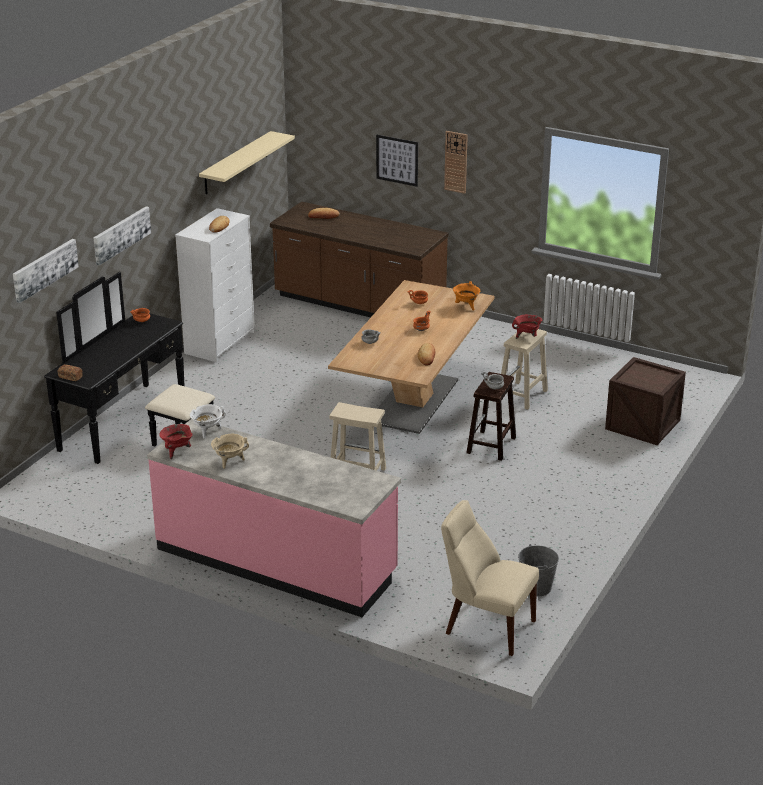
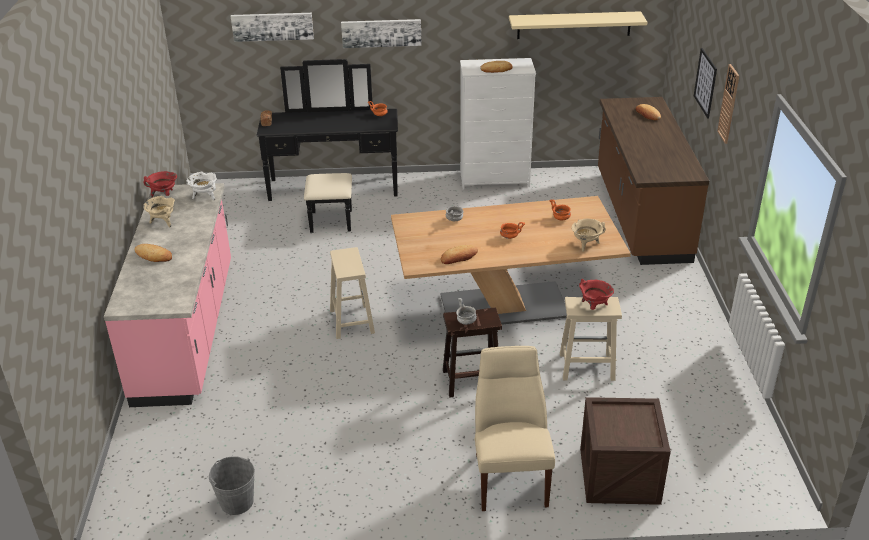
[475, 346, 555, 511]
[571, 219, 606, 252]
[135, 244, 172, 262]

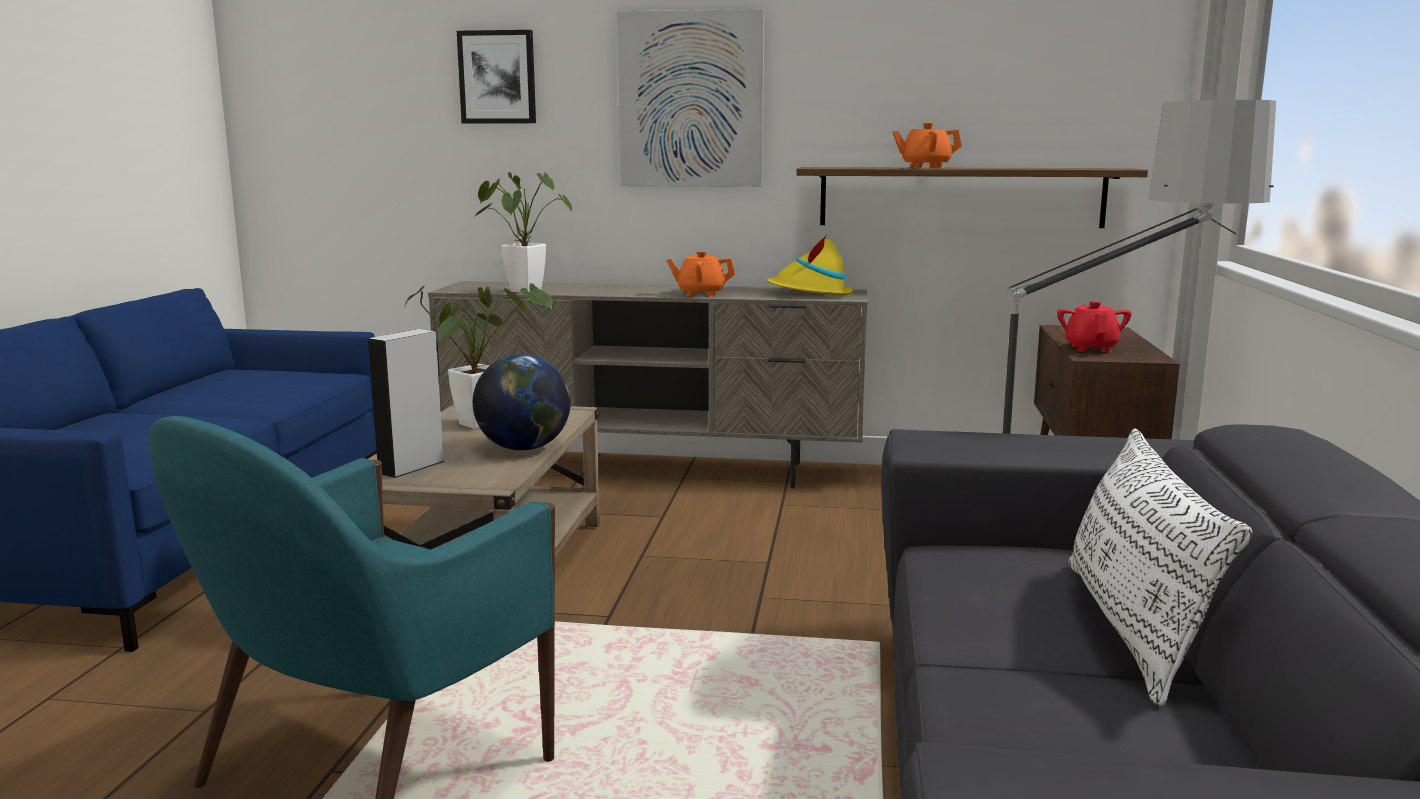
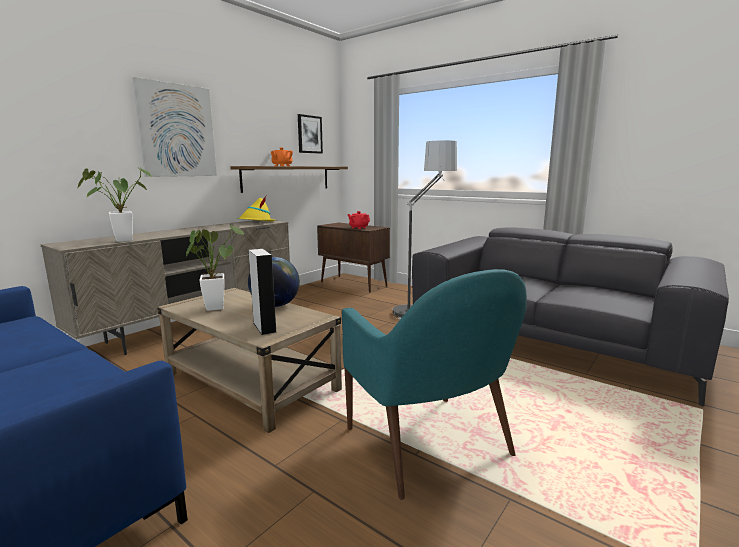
[298, 114, 323, 154]
[666, 251, 736, 297] (first image)
[1068, 428, 1252, 706] (first image)

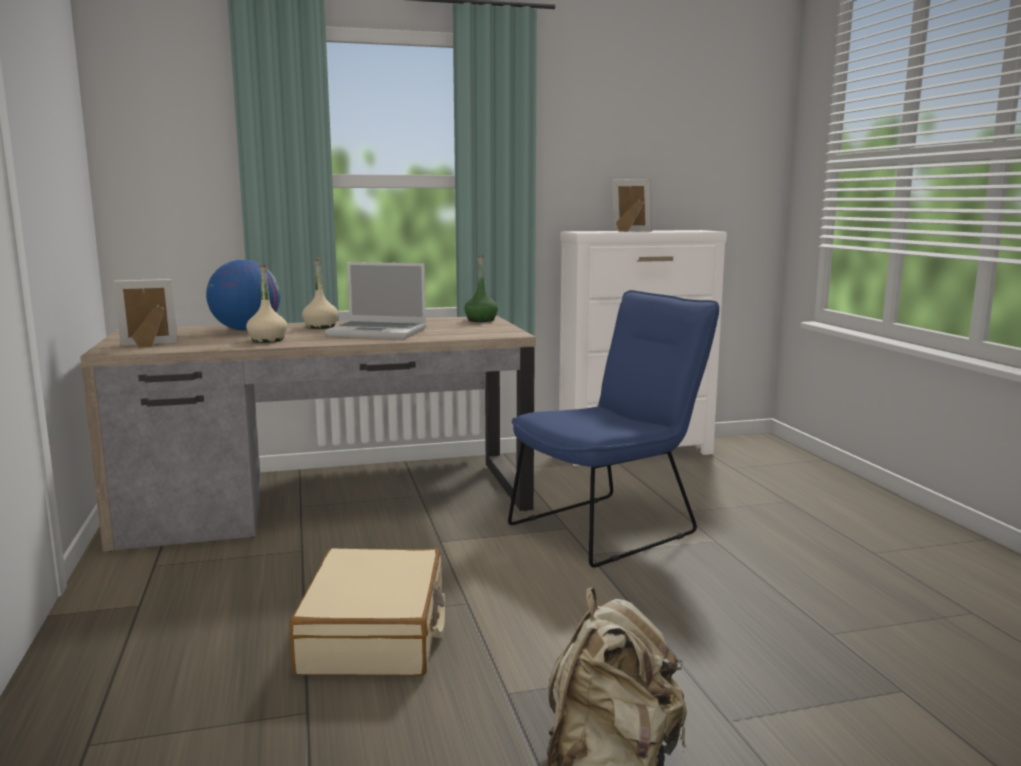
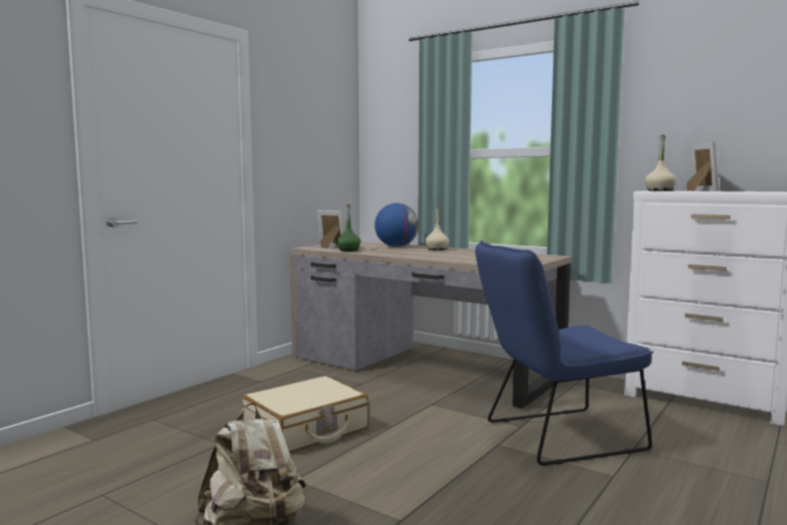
[645, 135, 676, 191]
[325, 262, 426, 339] (first image)
[337, 204, 361, 251]
[475, 241, 653, 465]

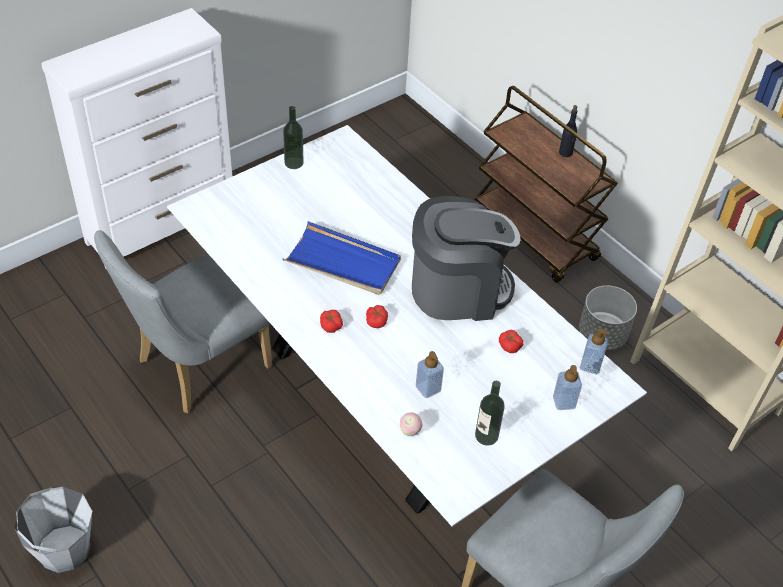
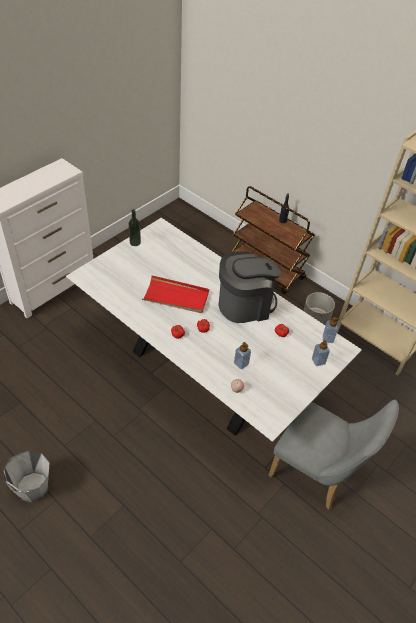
[94, 230, 273, 413] (first image)
[142, 275, 209, 313]
[475, 381, 505, 446] (first image)

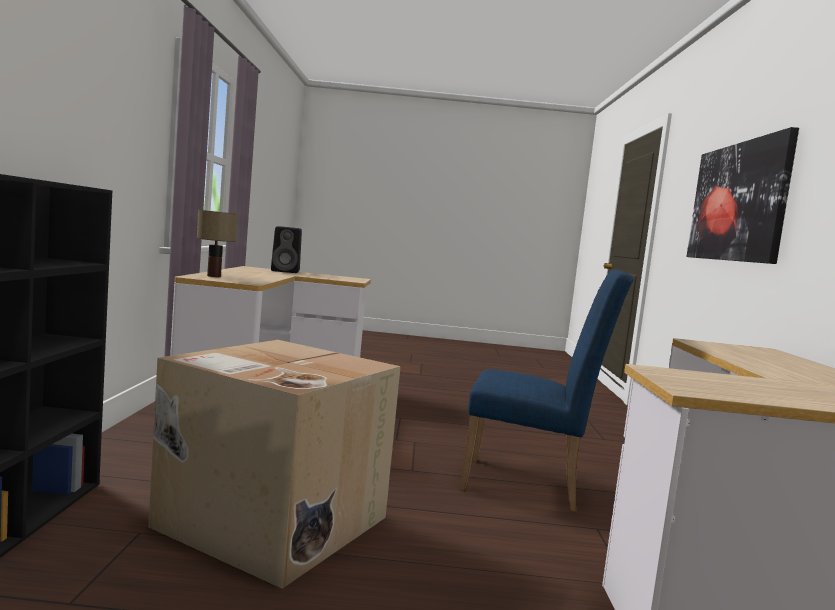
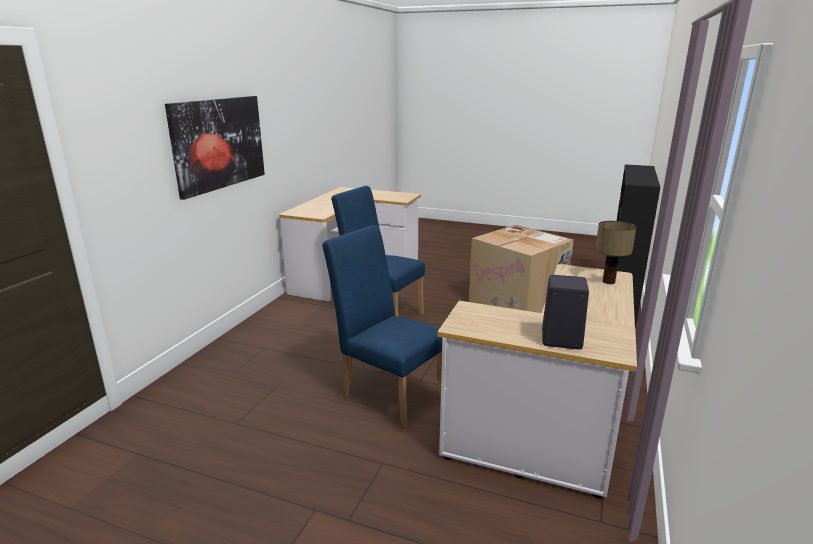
[322, 225, 442, 428]

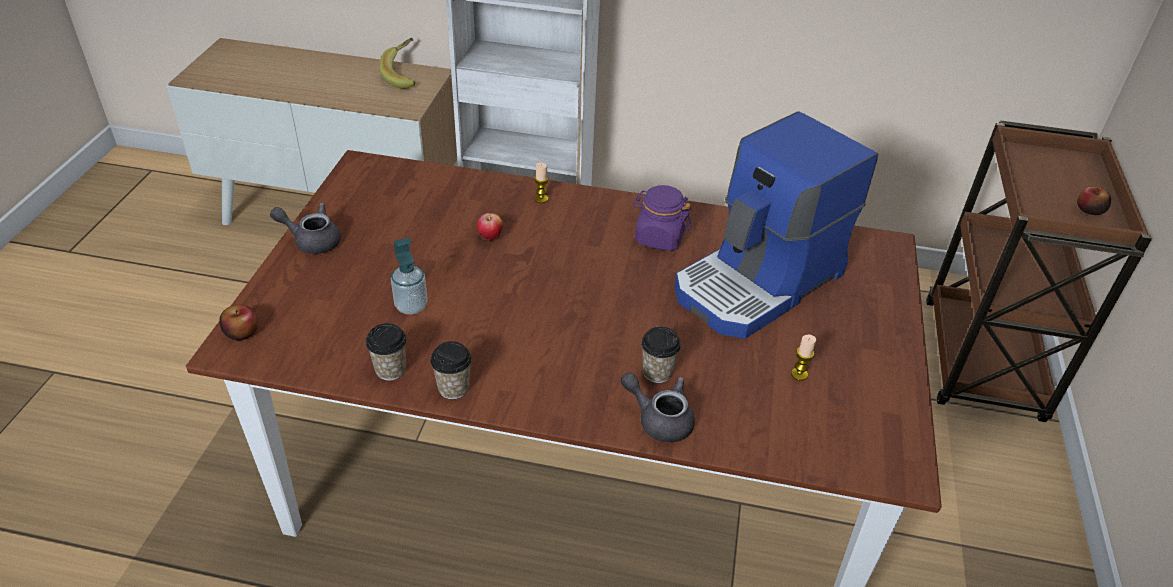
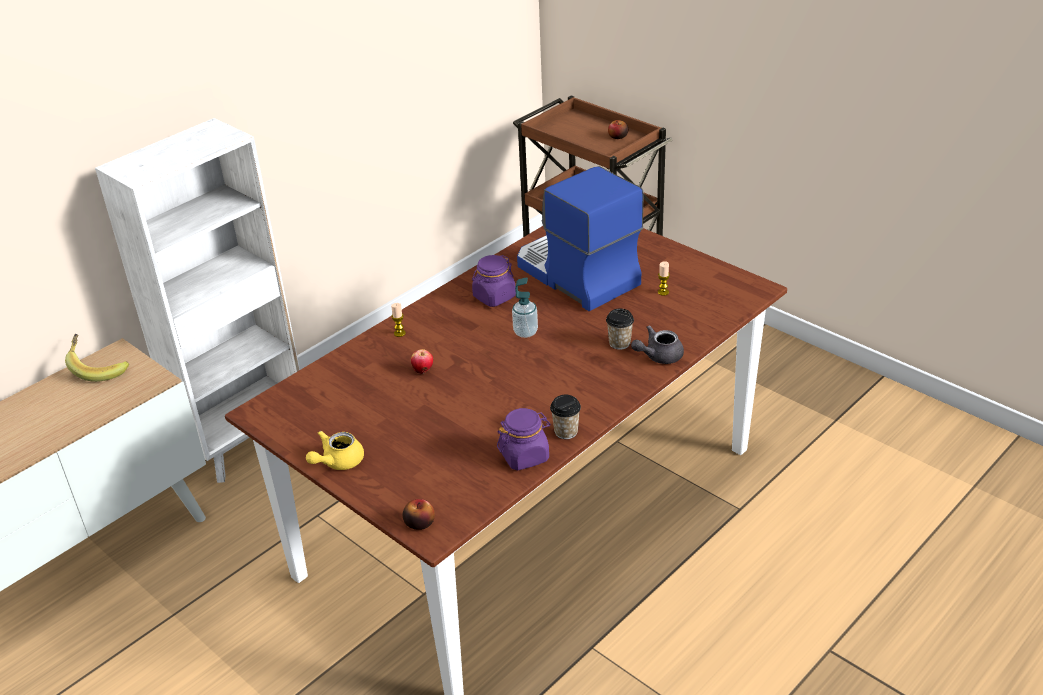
[306, 431, 364, 470]
[497, 408, 551, 470]
[512, 277, 538, 338]
[517, 166, 644, 311]

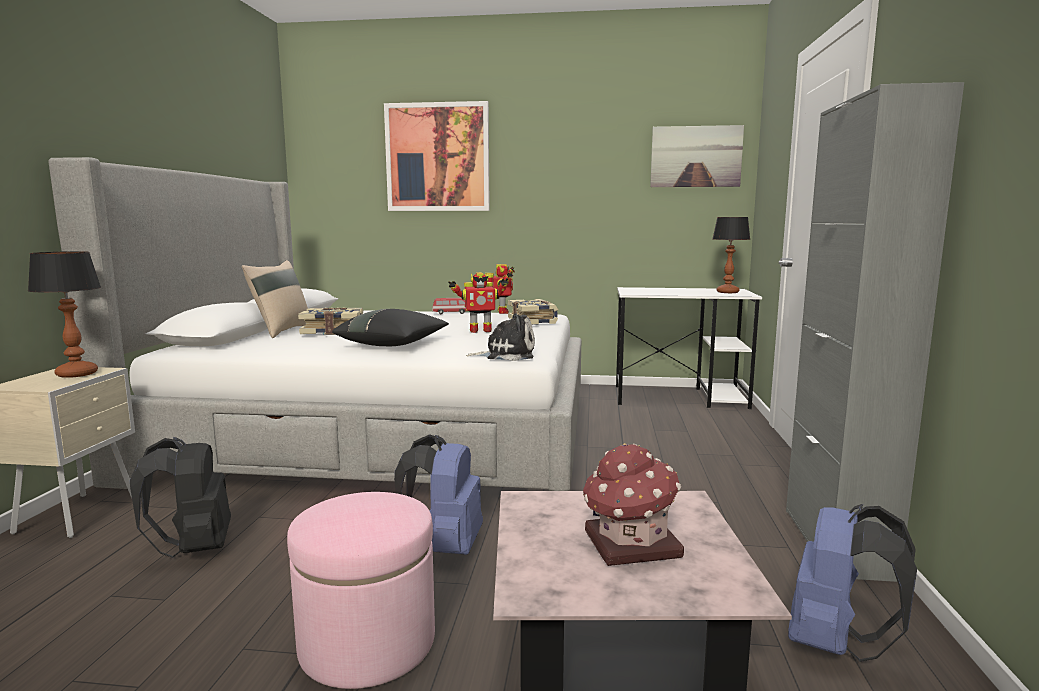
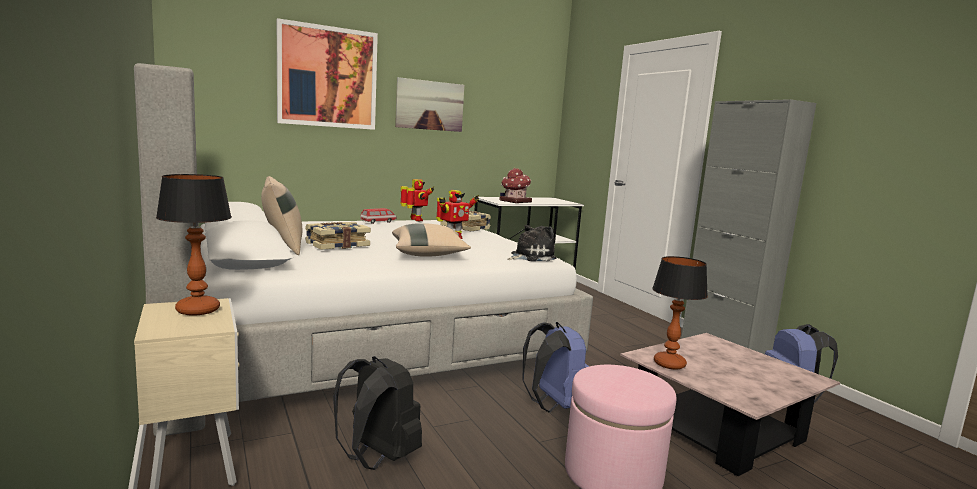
[392, 223, 471, 257]
[499, 168, 532, 203]
[395, 77, 464, 132]
[652, 256, 708, 370]

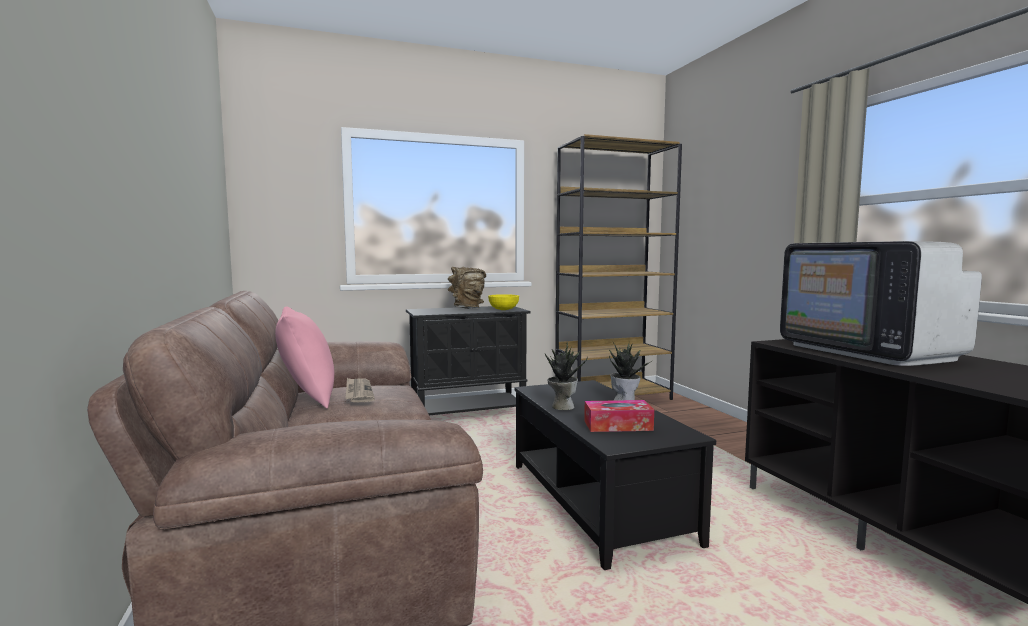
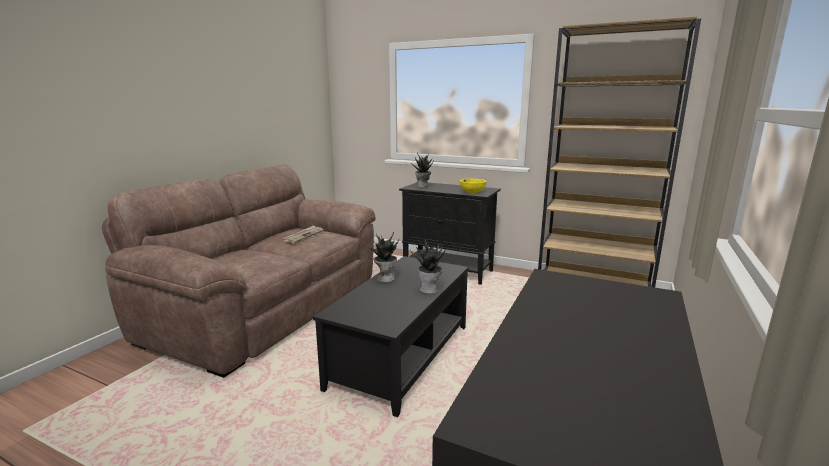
[275, 306, 334, 408] (first image)
[447, 267, 486, 309] (first image)
[584, 400, 654, 432] (first image)
[780, 241, 982, 366] (first image)
[412, 153, 434, 188]

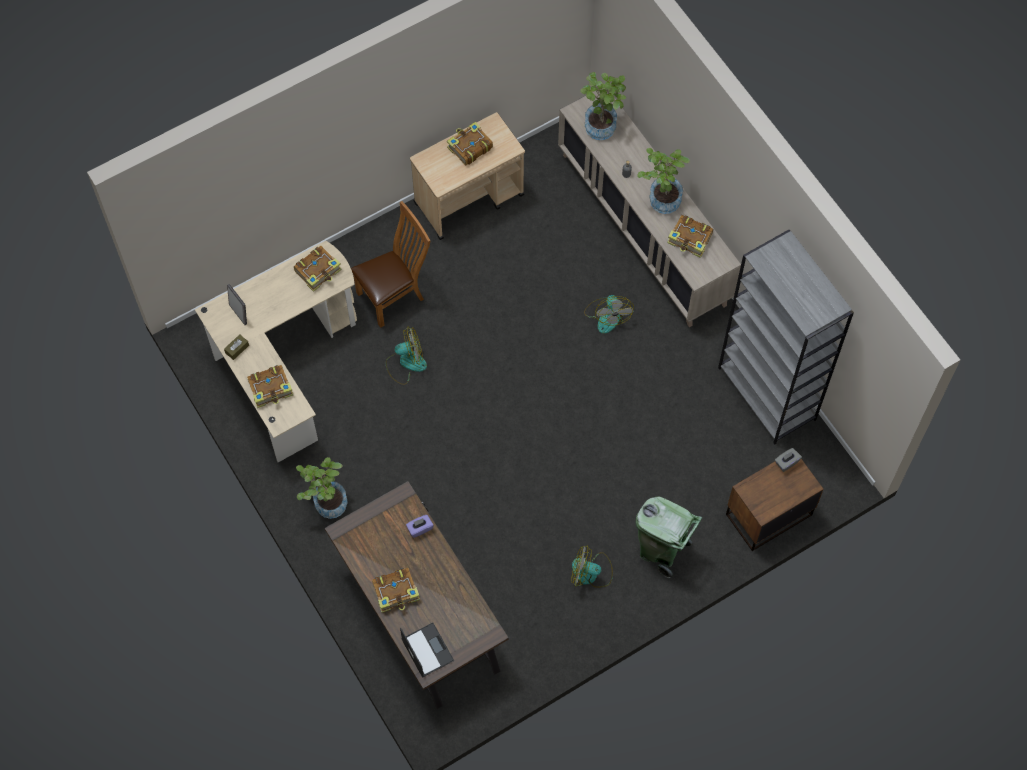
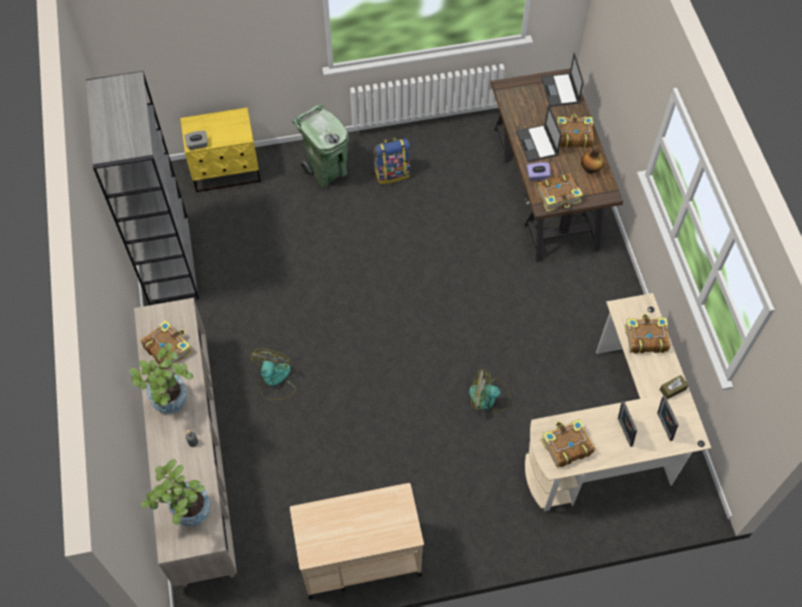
[296, 457, 348, 519] (first image)
[351, 201, 431, 328] (first image)
[537, 173, 583, 212]
[374, 138, 410, 184]
[180, 108, 261, 192]
[516, 104, 562, 162]
[581, 146, 604, 174]
[618, 401, 637, 447]

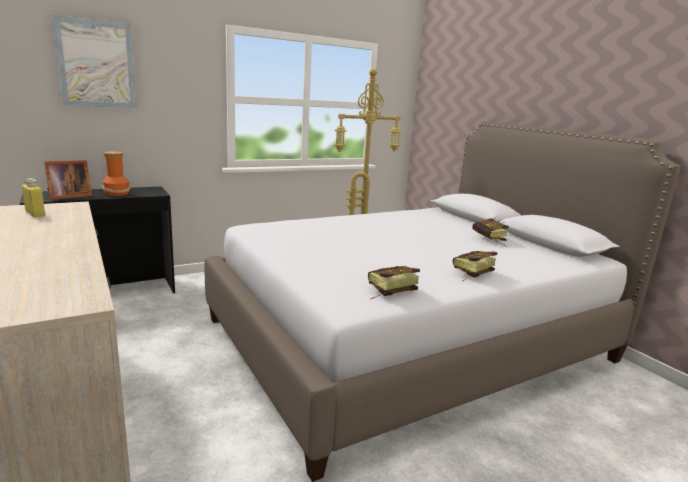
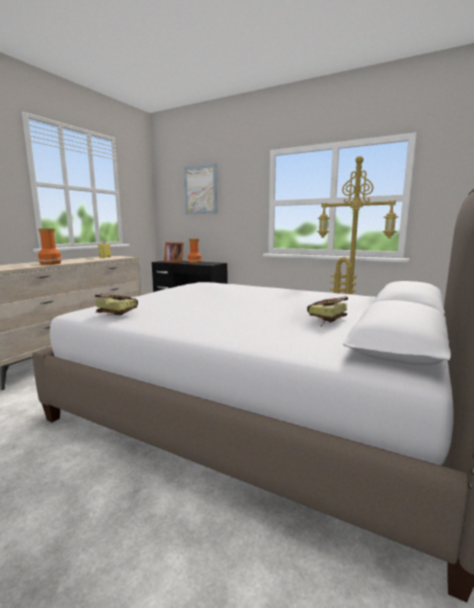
[453, 251, 497, 282] (first image)
[38, 229, 62, 265]

